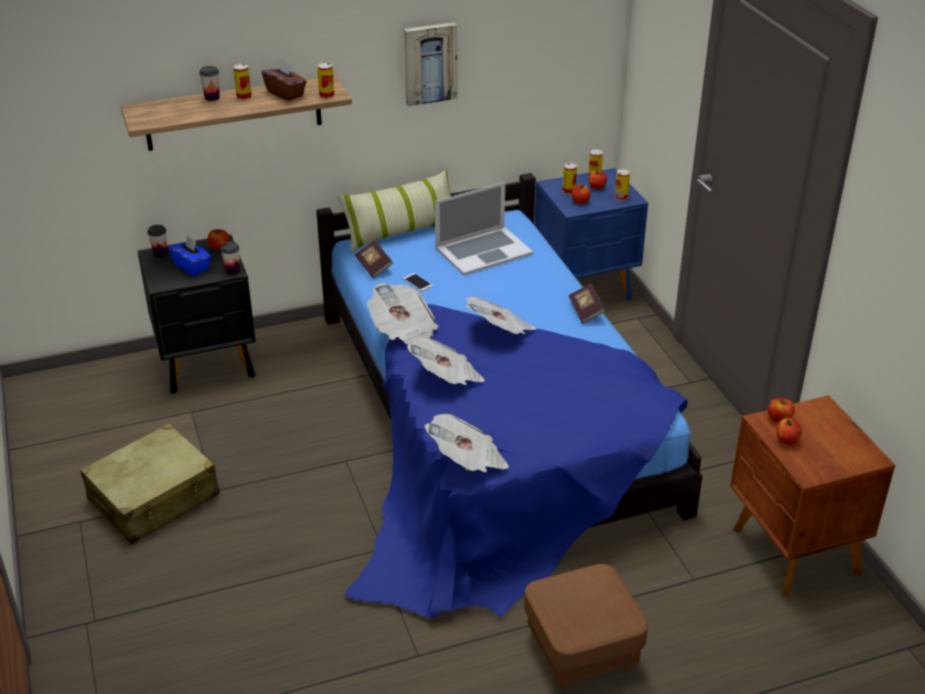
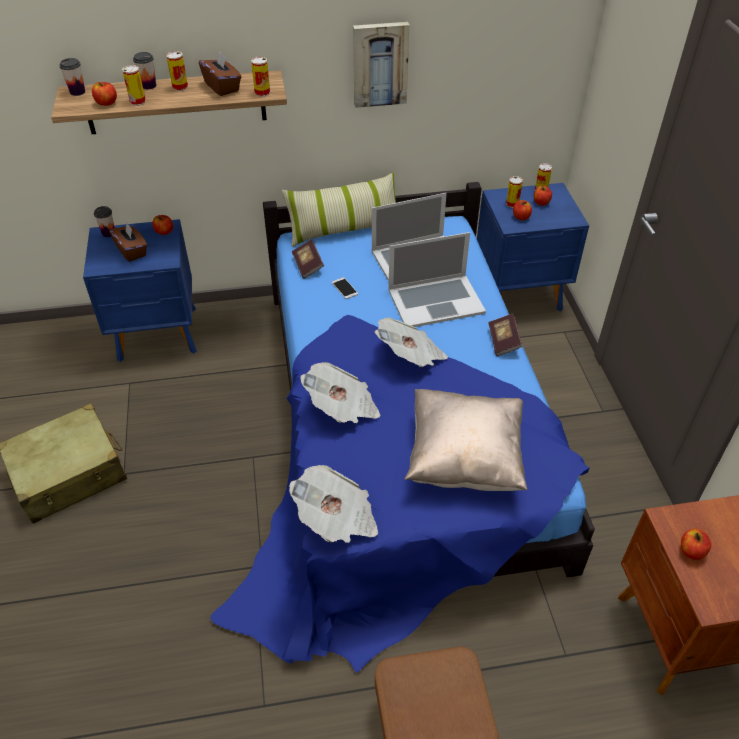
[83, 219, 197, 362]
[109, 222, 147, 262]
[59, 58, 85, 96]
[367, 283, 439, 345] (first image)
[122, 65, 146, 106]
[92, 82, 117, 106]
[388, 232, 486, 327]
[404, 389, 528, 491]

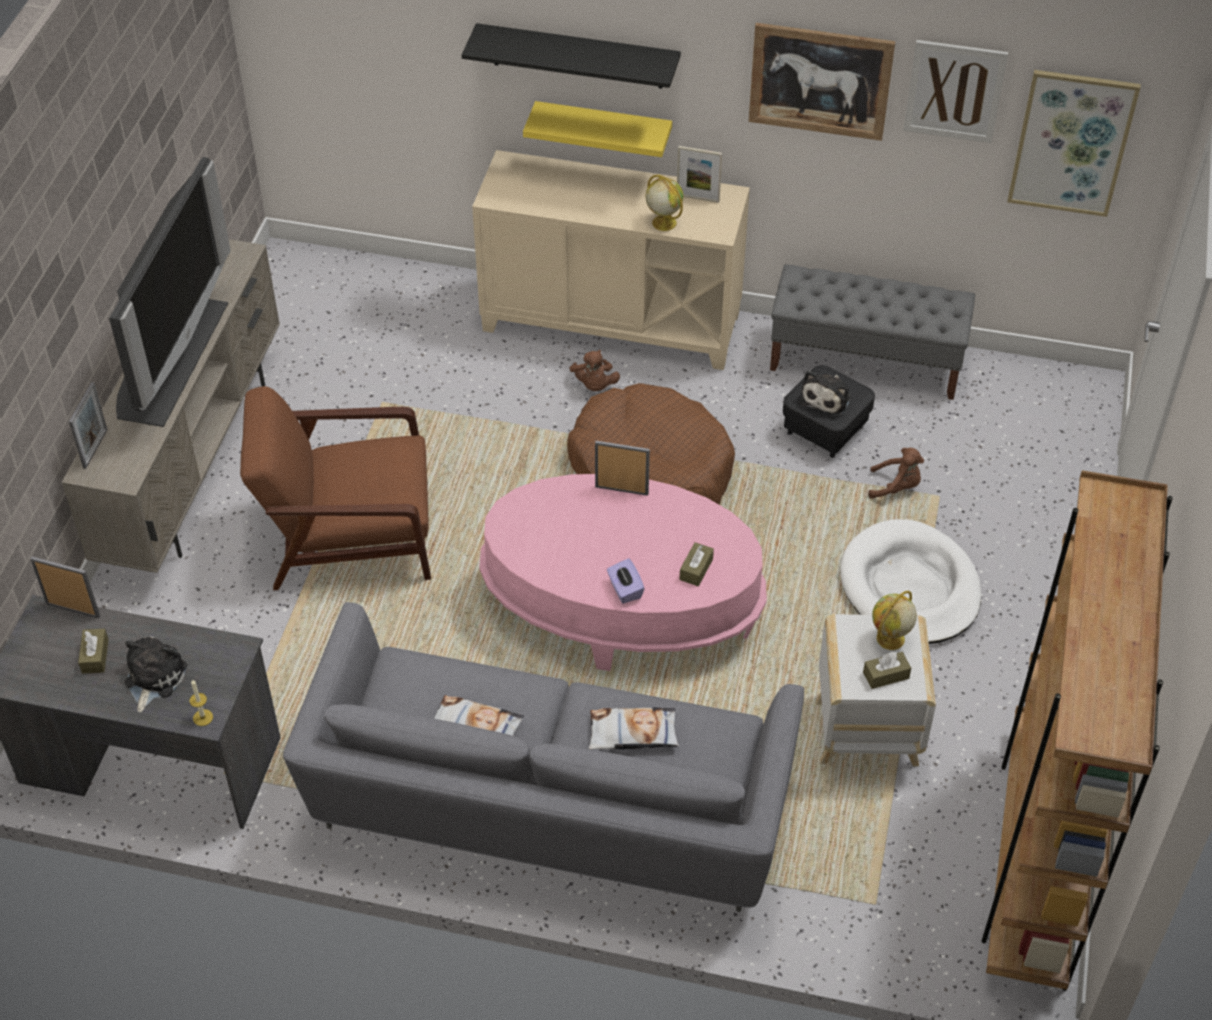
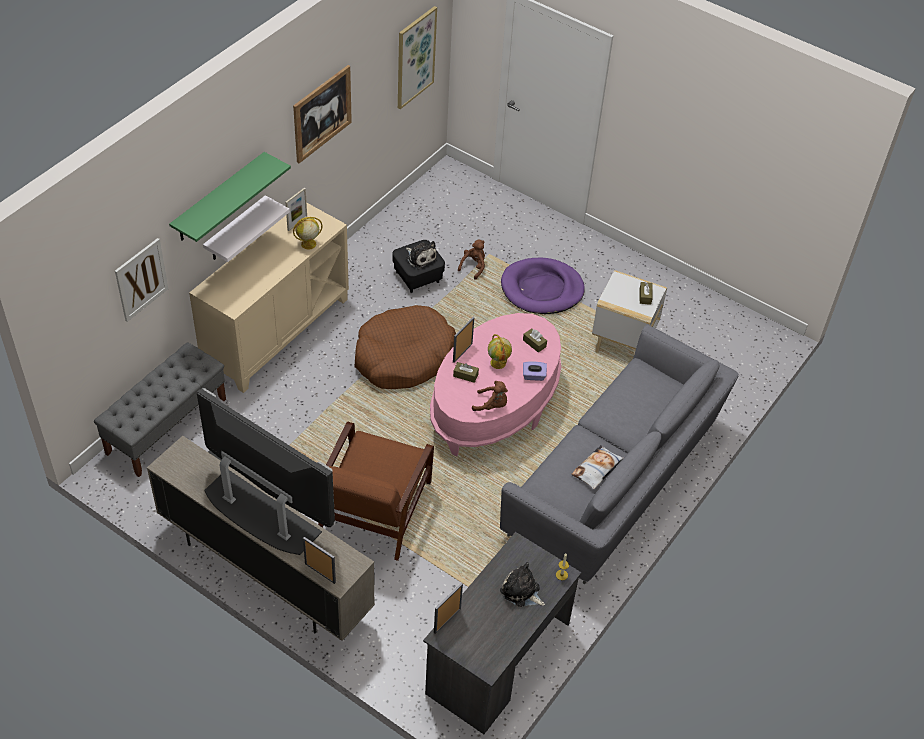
[453, 362, 479, 383]
[169, 152, 291, 242]
[203, 195, 290, 262]
[472, 381, 508, 411]
[588, 707, 679, 749] (first image)
[94, 342, 226, 477]
[501, 258, 585, 314]
[488, 334, 512, 369]
[115, 238, 168, 322]
[982, 470, 1173, 991] (first image)

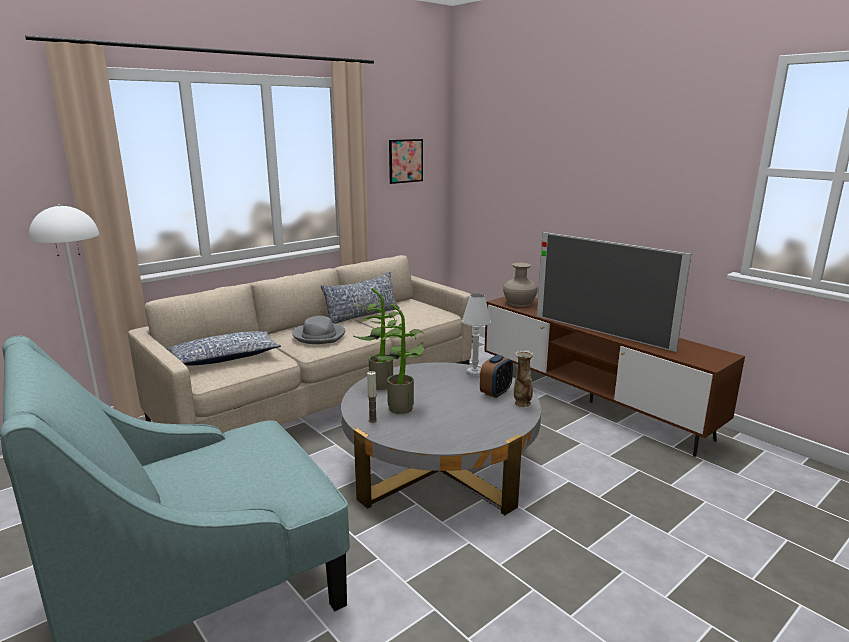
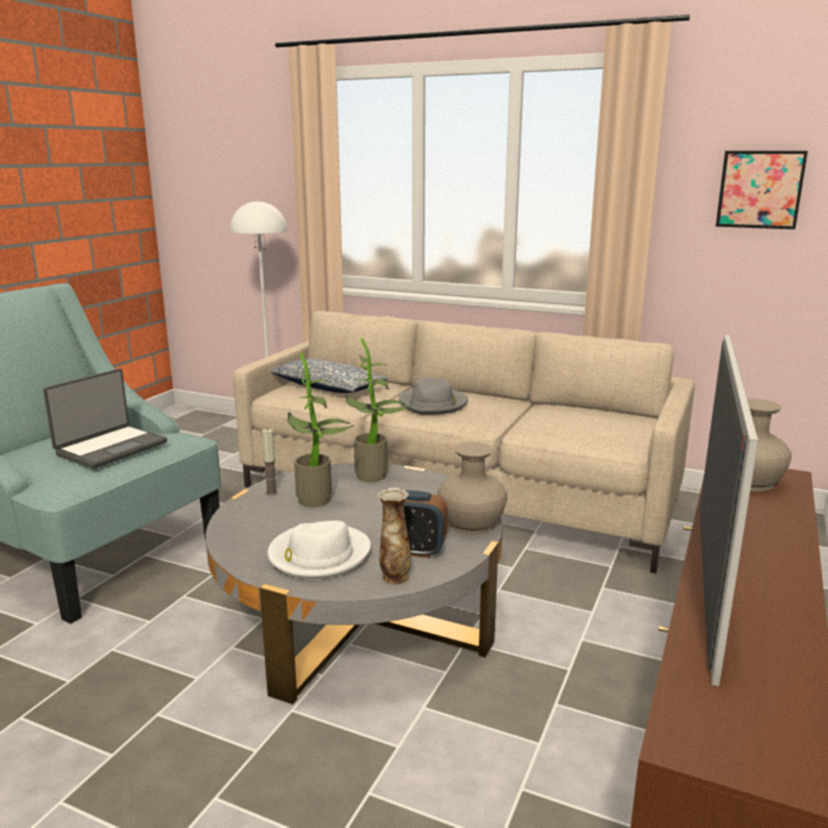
[321, 272, 400, 324] (first image)
[438, 442, 507, 535]
[43, 369, 167, 469]
[267, 521, 371, 579]

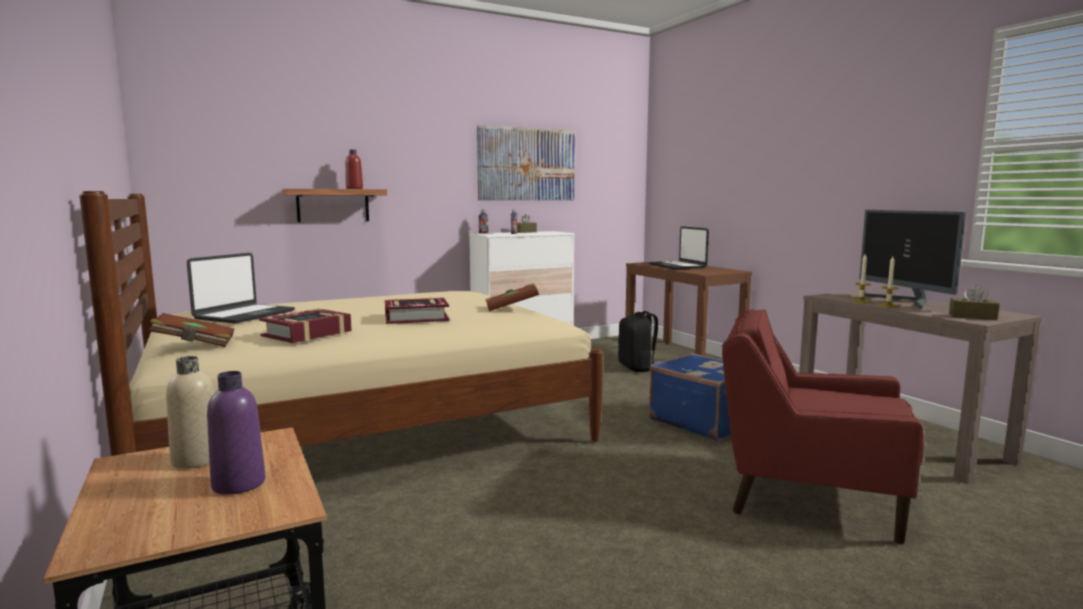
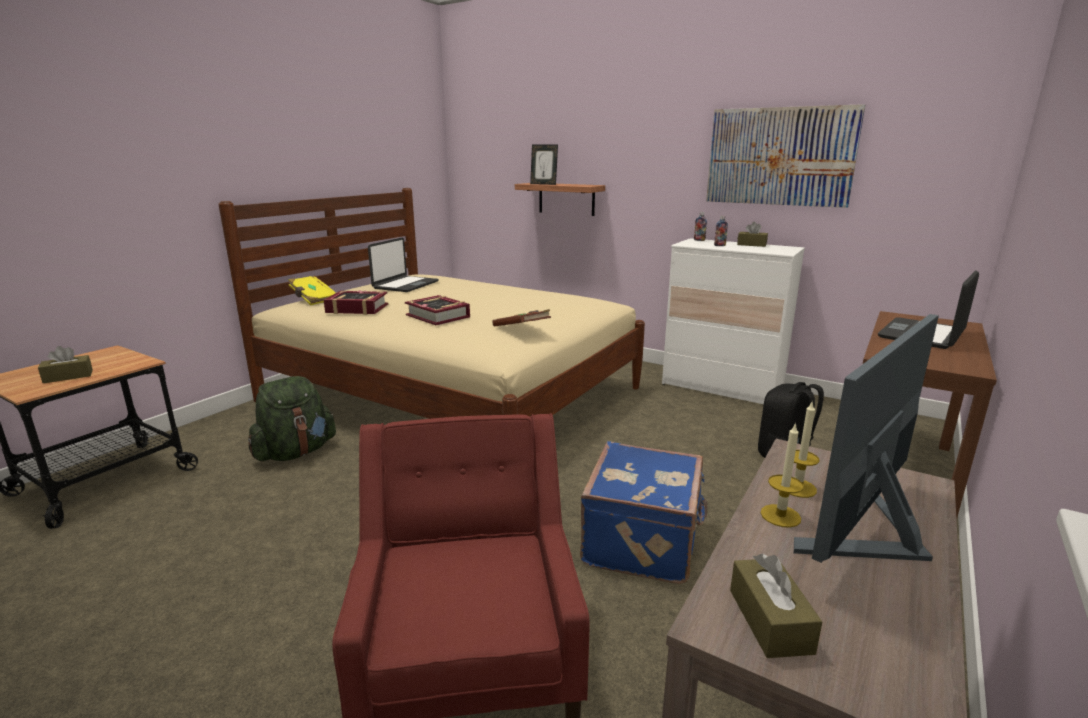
[288, 276, 336, 305]
[166, 356, 214, 469] (first image)
[368, 238, 439, 292]
[38, 346, 93, 383]
[346, 149, 363, 189] (first image)
[248, 376, 336, 461]
[530, 144, 558, 185]

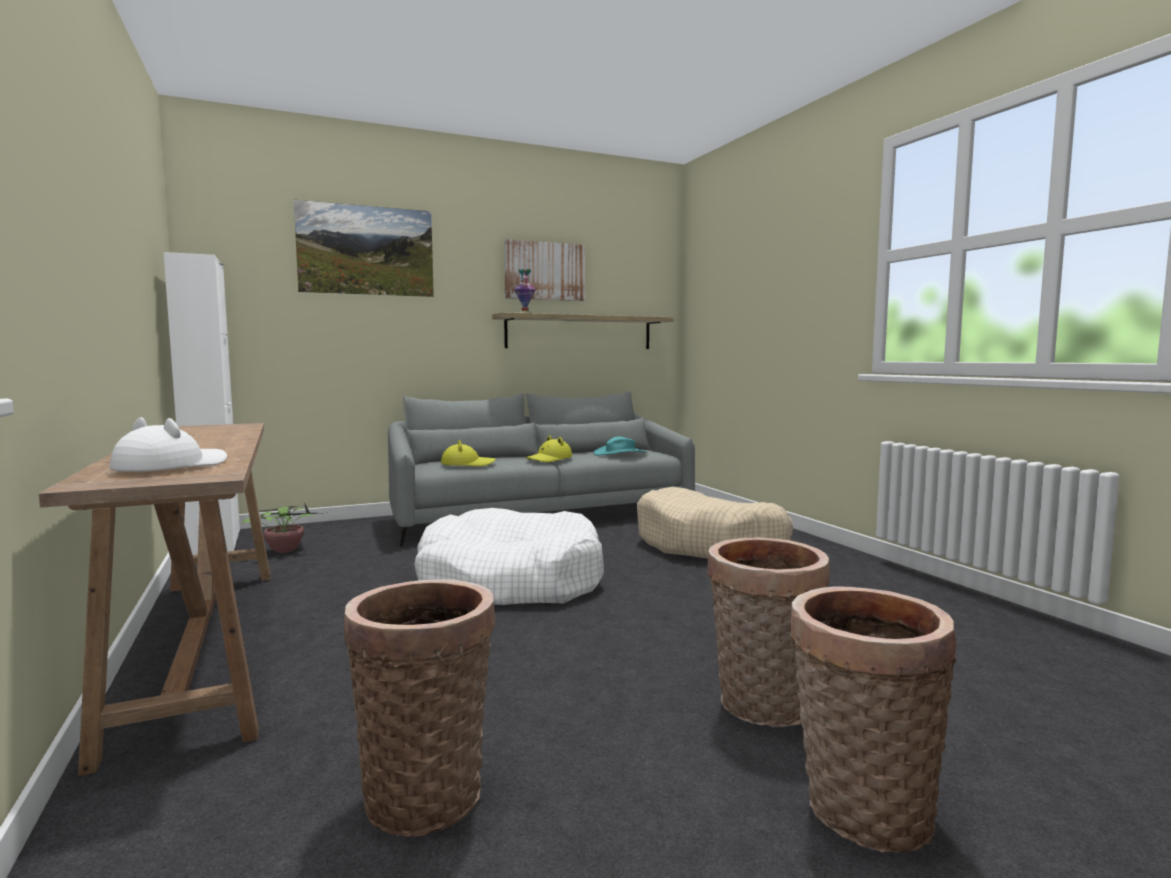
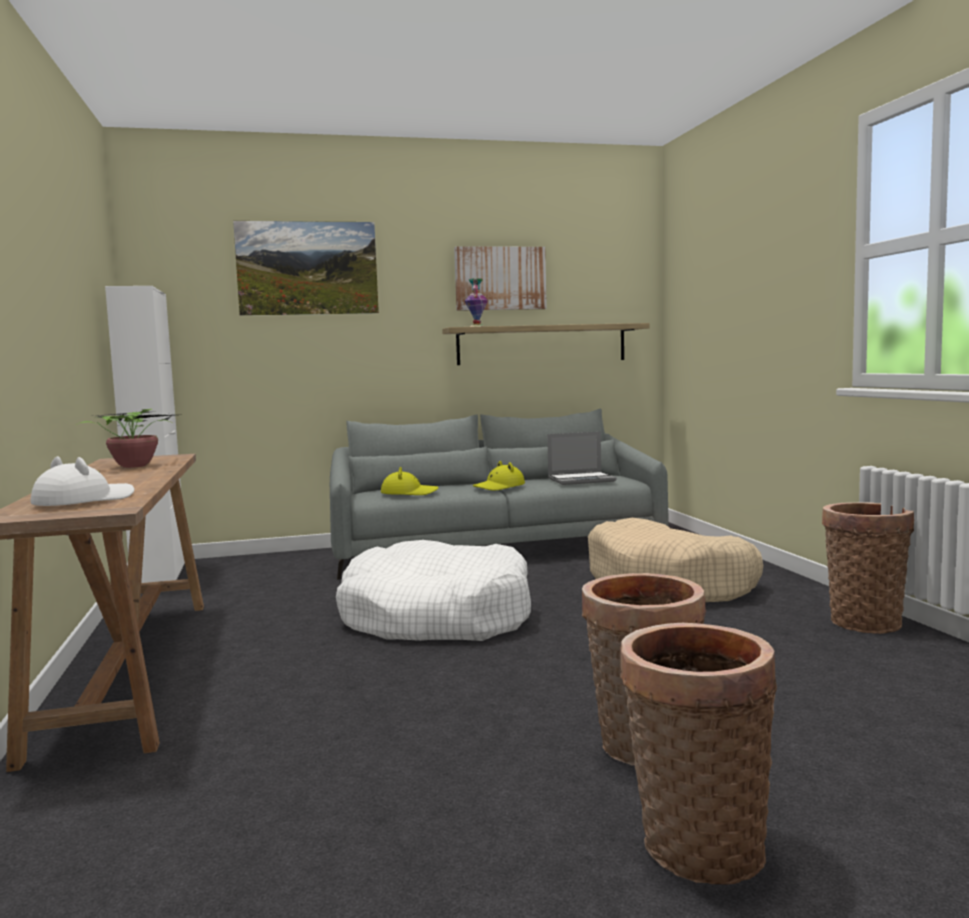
[74, 409, 173, 468]
[822, 502, 914, 634]
[547, 431, 617, 485]

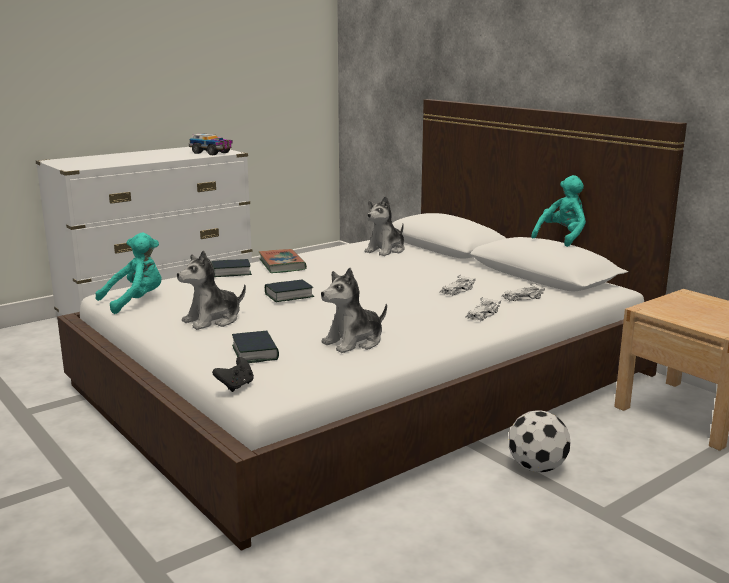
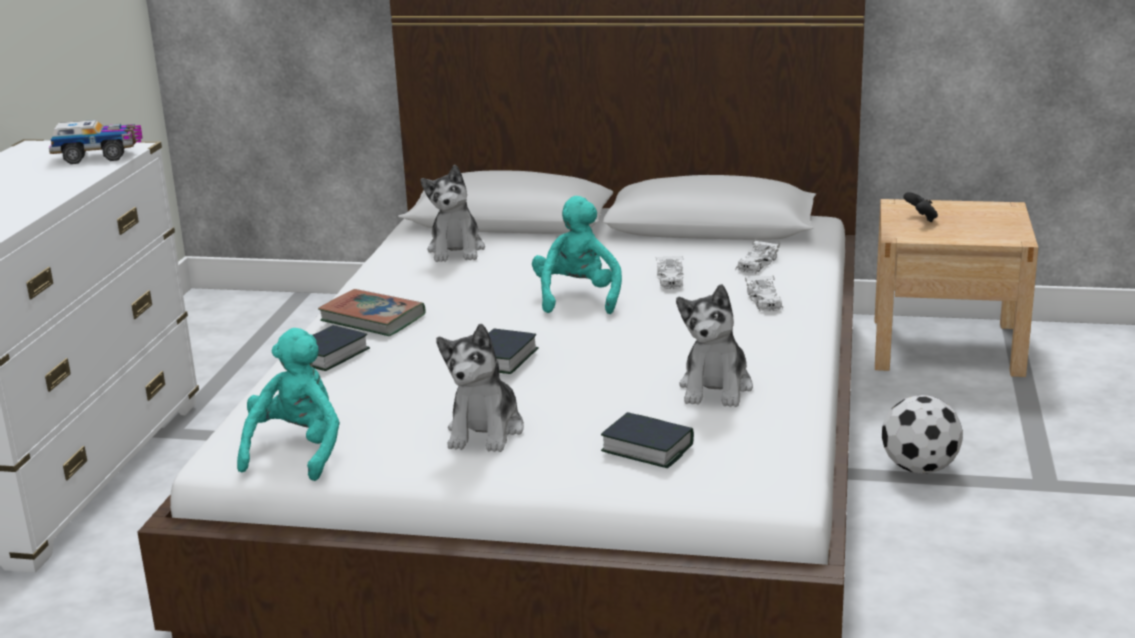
[903, 192, 938, 222]
[532, 196, 622, 314]

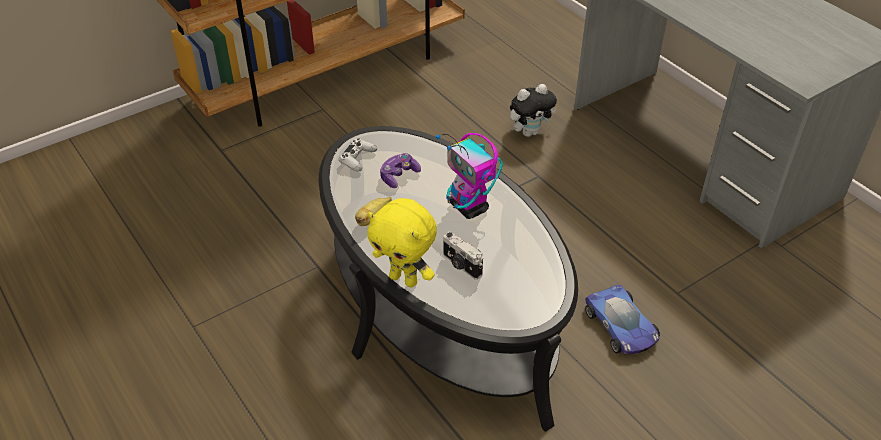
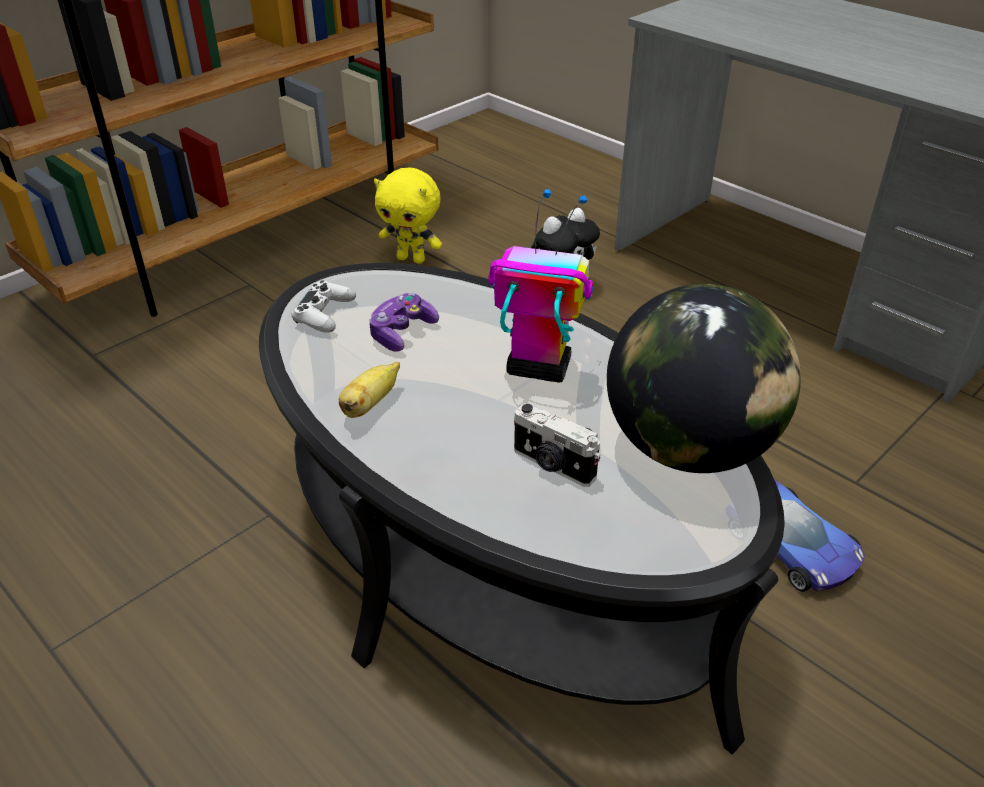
[374, 168, 442, 264]
[488, 189, 593, 382]
[607, 284, 801, 473]

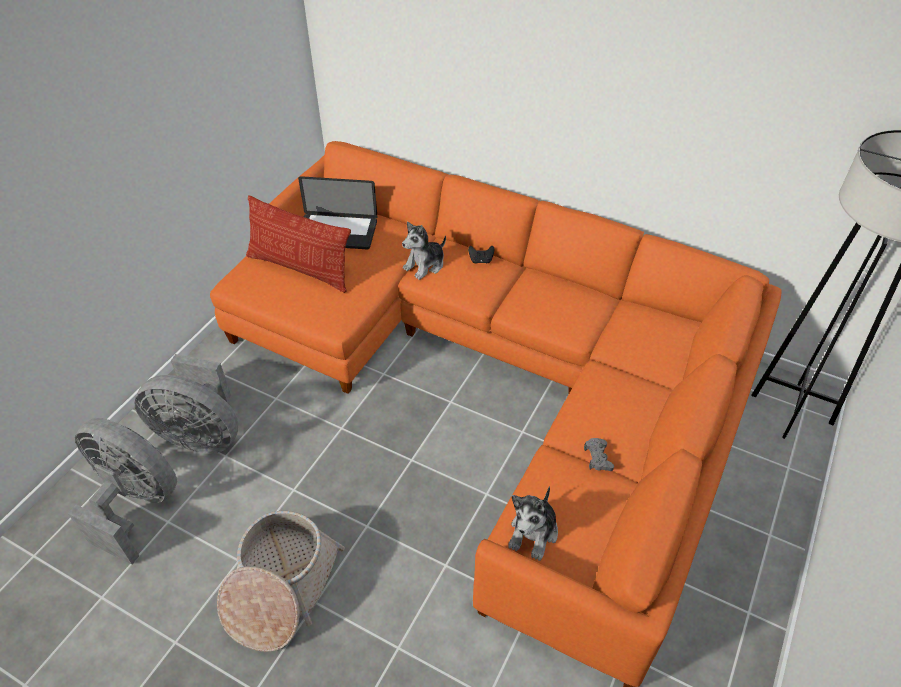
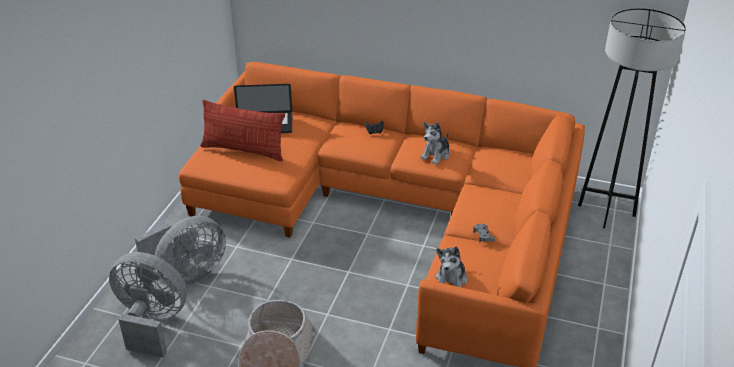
[135, 216, 226, 286]
[421, 122, 450, 165]

